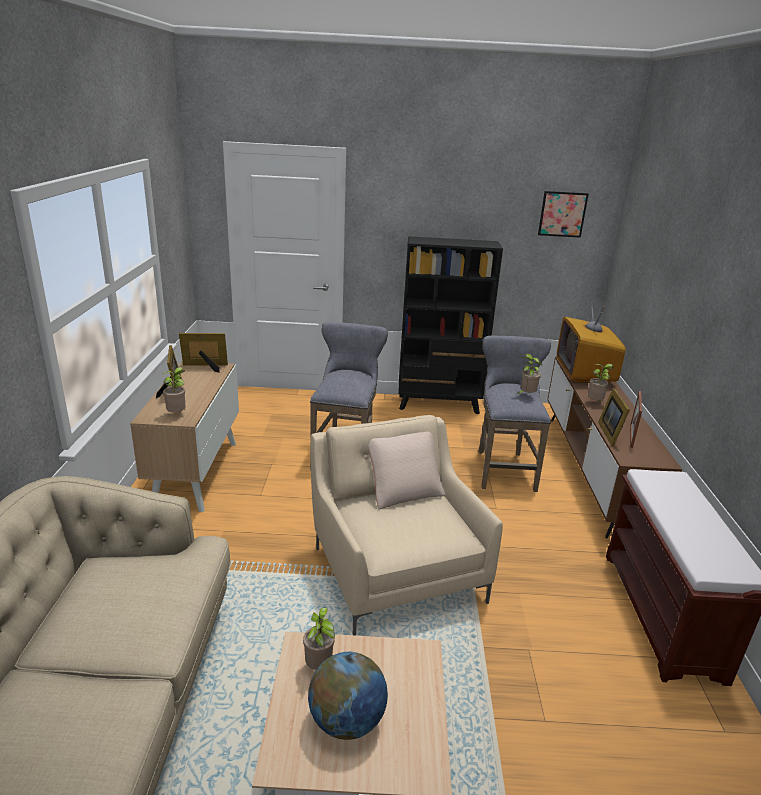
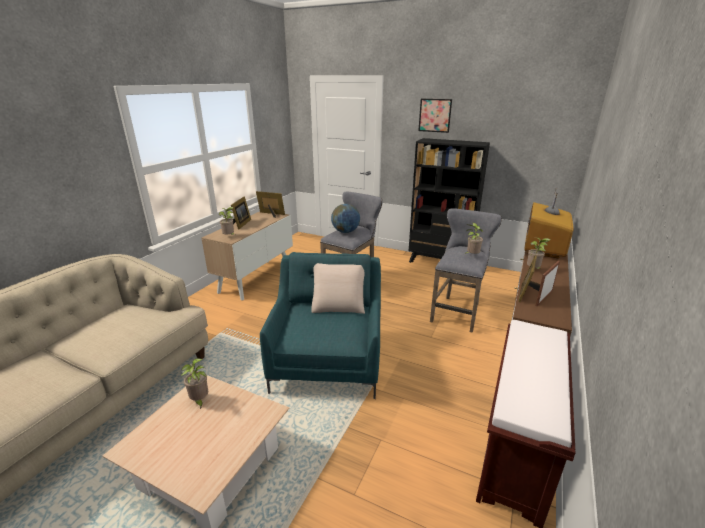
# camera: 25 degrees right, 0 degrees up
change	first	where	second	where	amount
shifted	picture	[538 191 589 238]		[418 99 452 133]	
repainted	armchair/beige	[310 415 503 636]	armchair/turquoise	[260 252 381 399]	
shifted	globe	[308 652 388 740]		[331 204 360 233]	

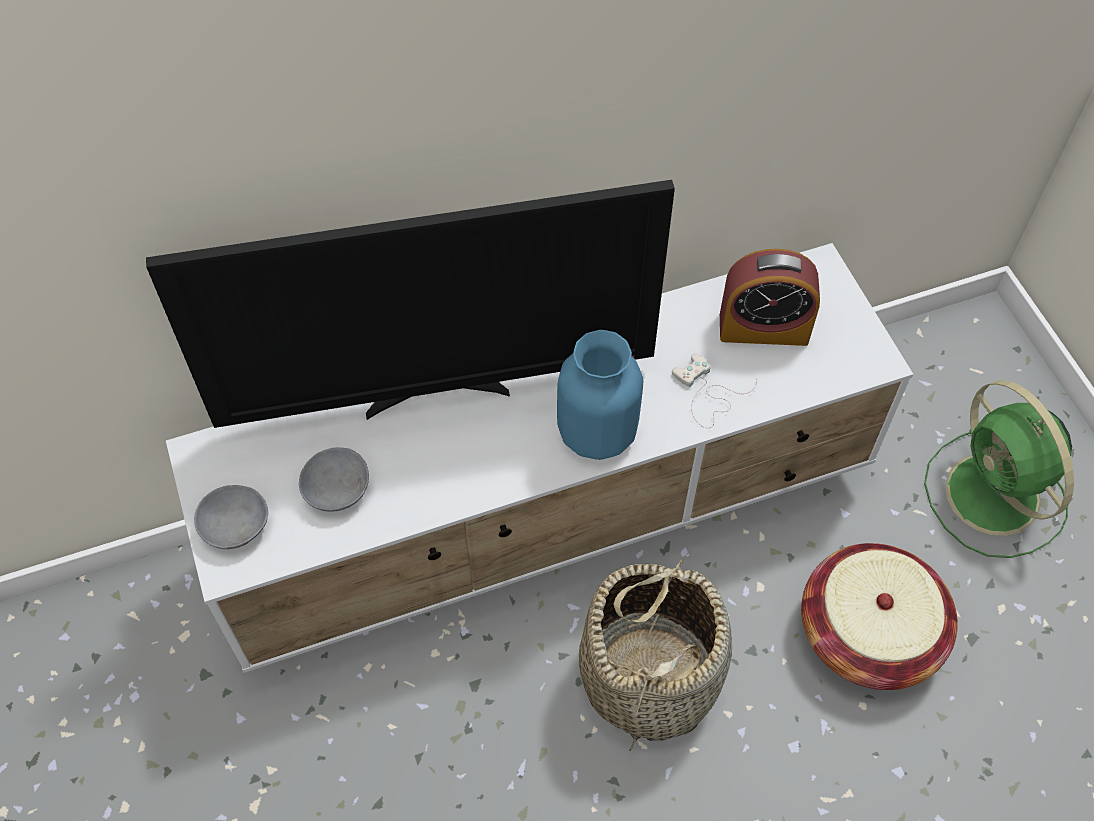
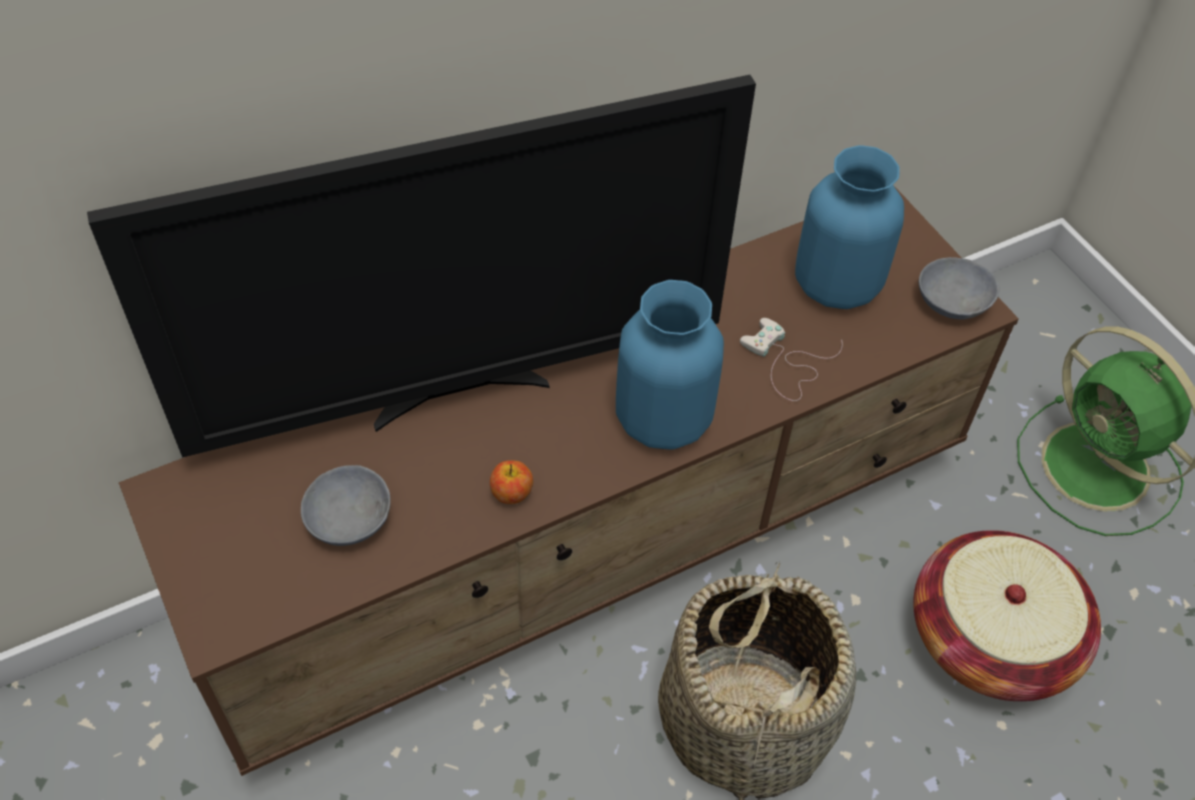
# camera: 10 degrees left, 5 degrees down
change	first	where	second	where	amount
repainted	tv stand/white	[166 243 913 673]	tv stand/brown	[119 186 1019 776]	
swapped	alarm clock	[720 249 820 346]	vase/blue	[795 145 904 309]	
shifted	bowl/grey	[194 485 268 549]		[919 257 999 320]	
new			apple	[490 460 533 504]	

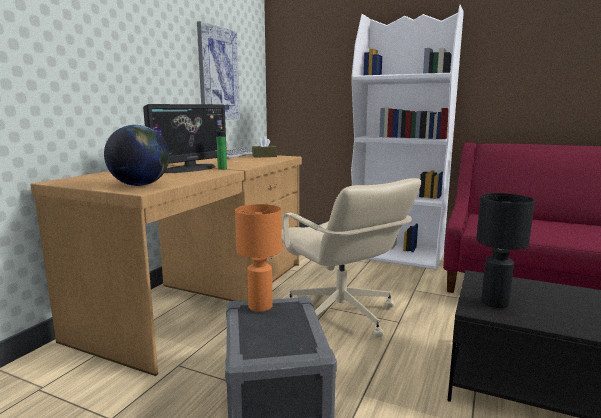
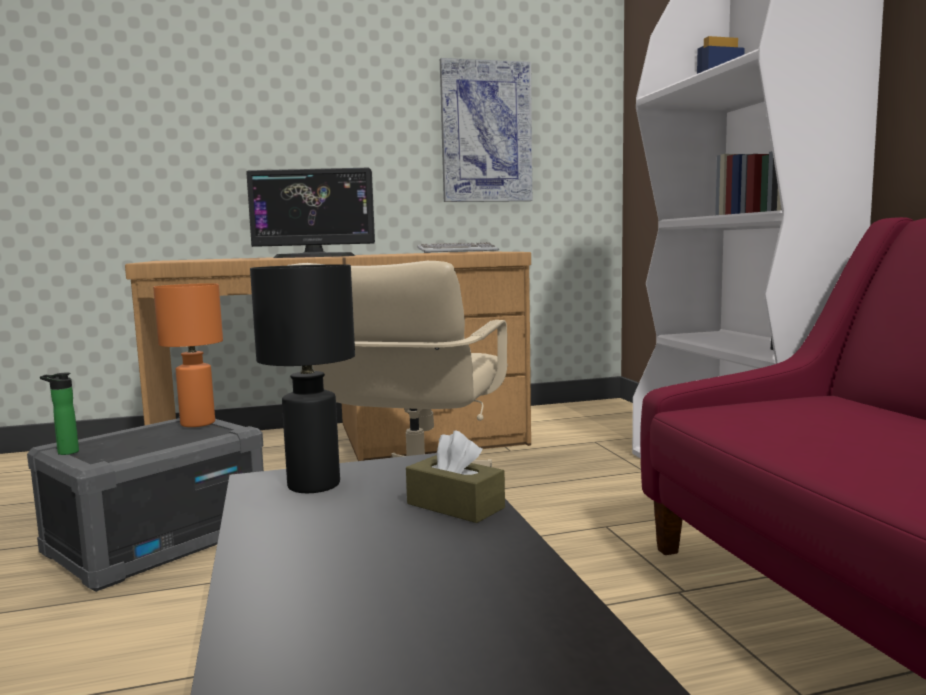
# camera: 50 degrees right, 5 degrees down
change	first	where	second	where	amount
gone	globe	[104 125 169 186]			
shifted	bottle	[213 129 227 170]		[40 372 79 455]	
shifted	tissue box/brown	[252 136 277 158]		[406 430 505 523]	

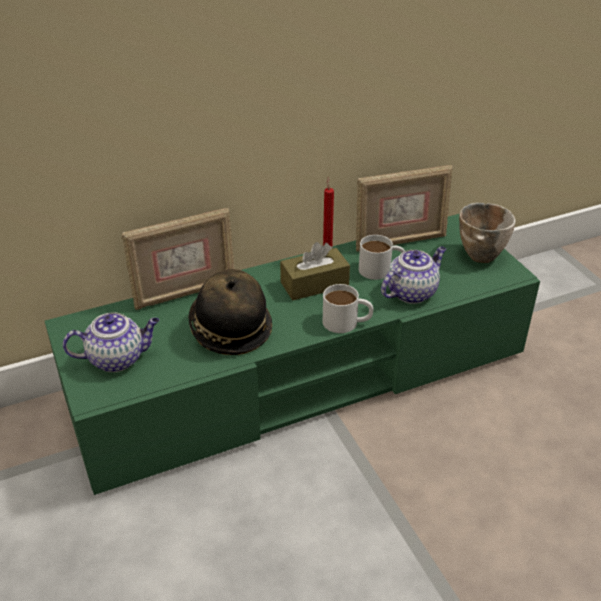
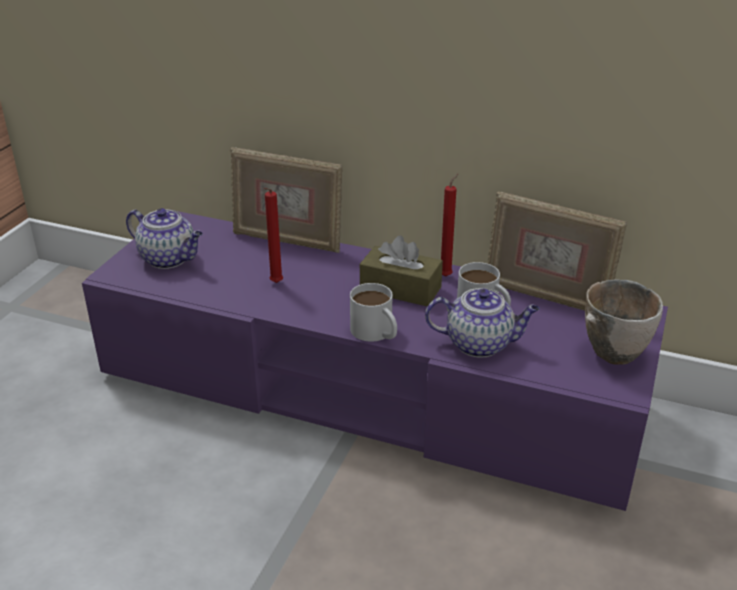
# camera: 45 degrees right, 5 degrees down
change	first	where	second	where	amount
repainted	tv stand/green	[45 214 540 495]	tv stand/purple	[82 211 668 511]	
swapped	hat	[188 269 272 355]	candle/red	[264 188 283 283]	

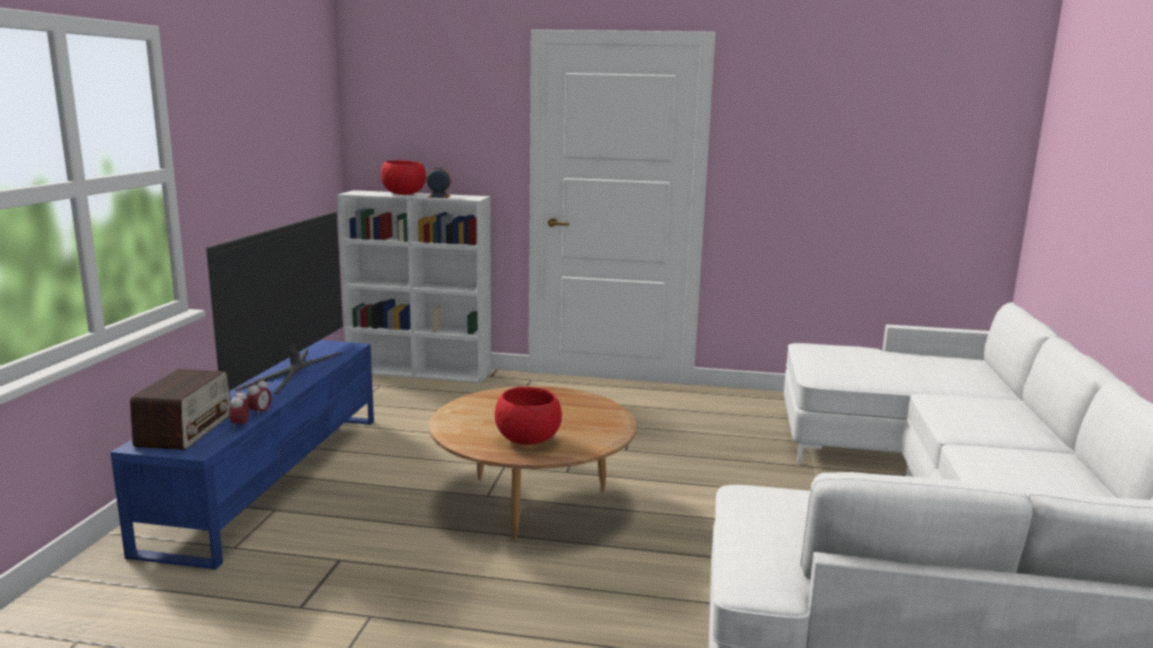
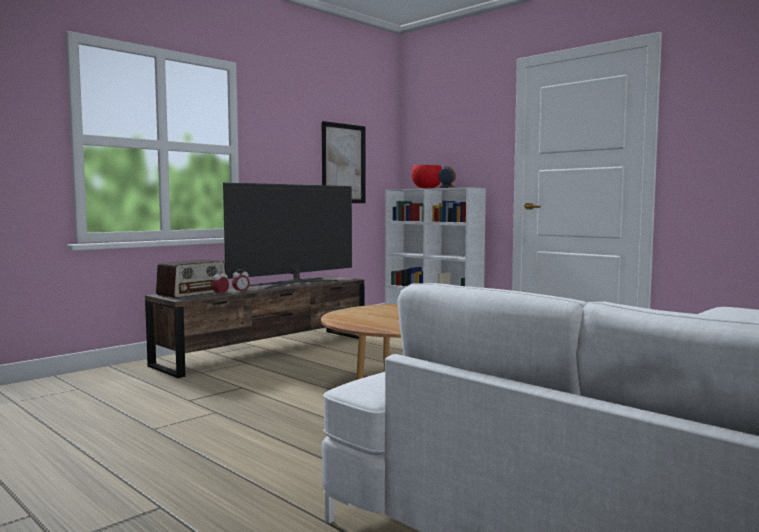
# camera: 35 degrees right, 10 degrees down
change	first	where	second	where	amount
repainted	tv stand/blue	[110 340 374 570]	tv stand/brown	[145 276 364 378]	
gone	bowl/red	[495 387 562 445]			
new			picture	[322 121 366 203]	

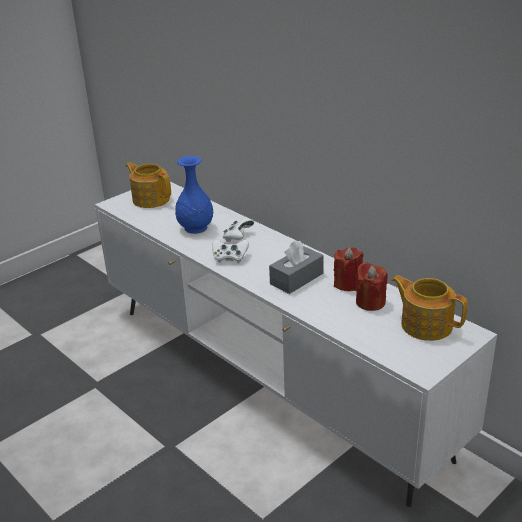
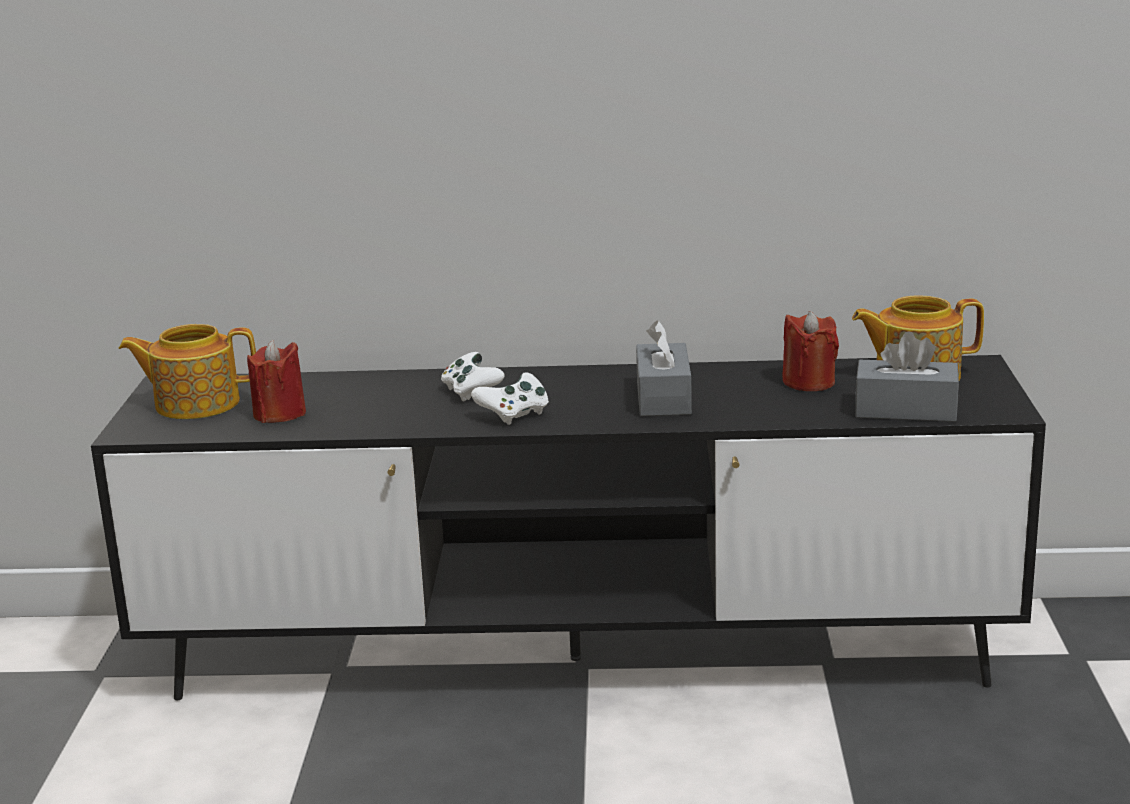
# camera: 45 degrees left, 10 degrees down
change	first	where	second	where	amount
gone	vase/blue	[175 156 213 234]			
repainted	tv stand/white	[95 182 497 507]	tv stand/black	[91 355 1046 700]	
shifted	candle/red	[334 247 364 291]		[247 340 306 423]	
new			tissue box/grey	[855 331 959 422]	

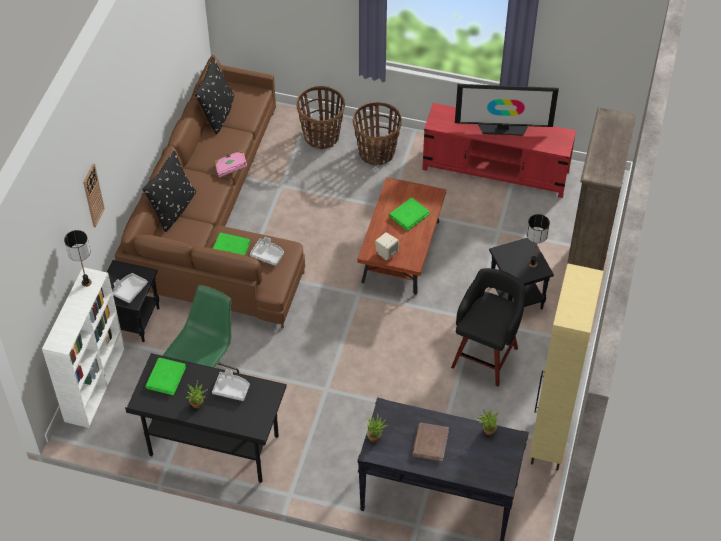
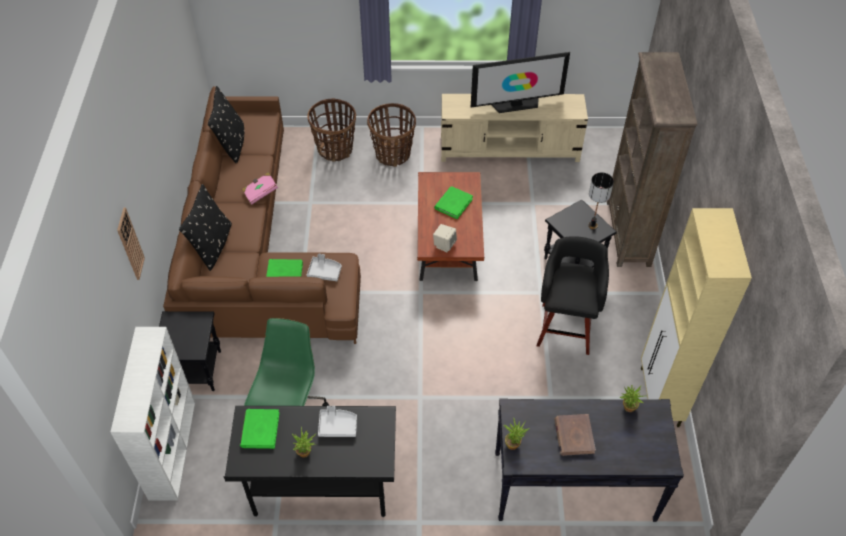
# camera: 15 degrees left, 0 degrees up
change	first	where	second	where	amount
repainted	tv stand/red	[422 103 576 198]	tv stand/beige	[441 94 588 162]	
gone	table lamp	[64 230 92 287]			
gone	tray/grey	[112 273 148 303]			

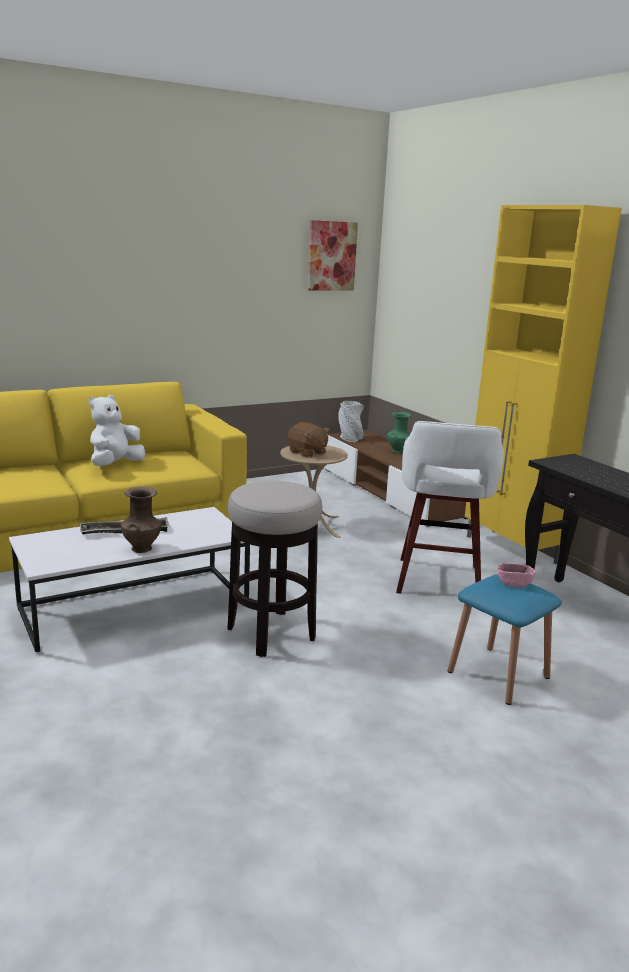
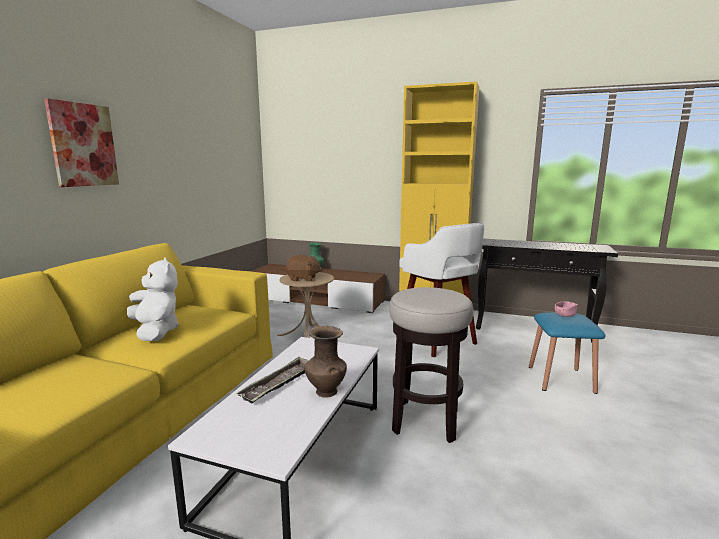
# camera: 40 degrees left, 5 degrees down
change	first	where	second	where	amount
shifted	picture	[308 220 358 290]		[44 98 119 187]	
rotated	plush toy/white	[88 395 145 466]		[127 257 179 341]	150 degrees clockwise
gone	vase/grey	[338 401 364 442]			

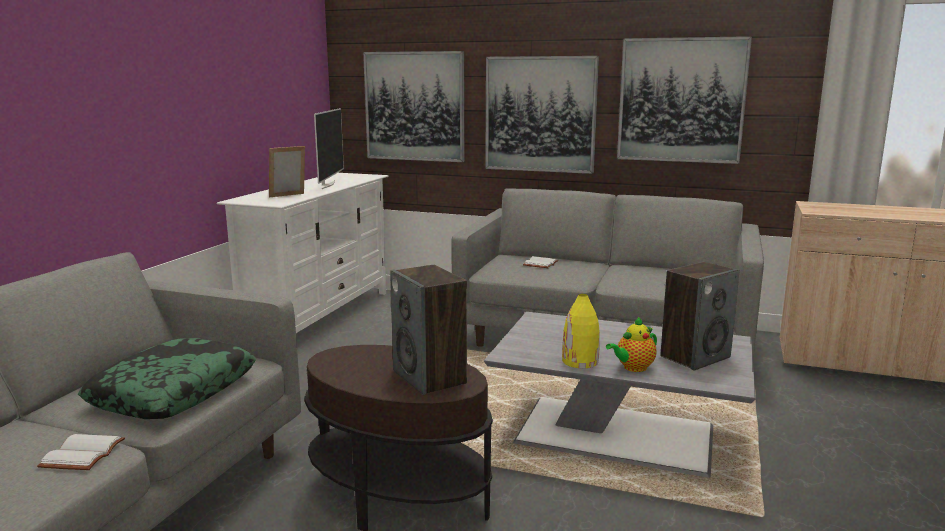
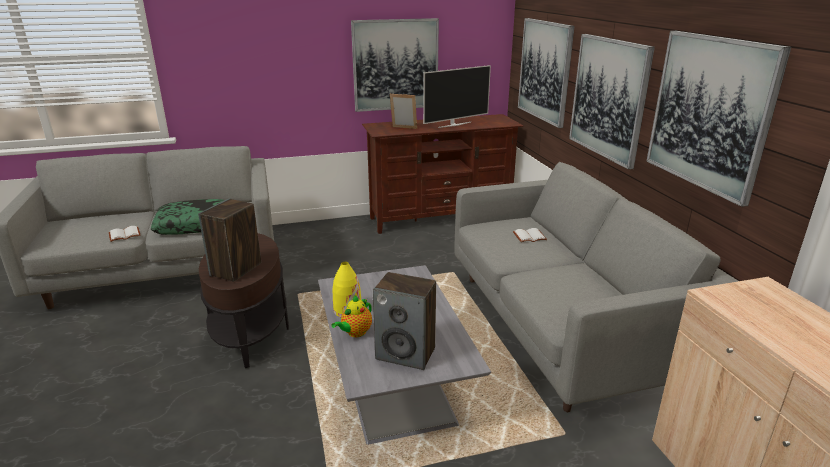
# camera: 55 degrees right, 10 degrees up
change	first	where	second	where	amount
repainted	tv stand/white	[216 173 389 333]	tv stand/brown	[362 114 523 234]	
rotated	teapot	[606 317 657 372]		[332 295 372 337]	75 degrees counterclockwise
new			picture	[351 18 439 112]	

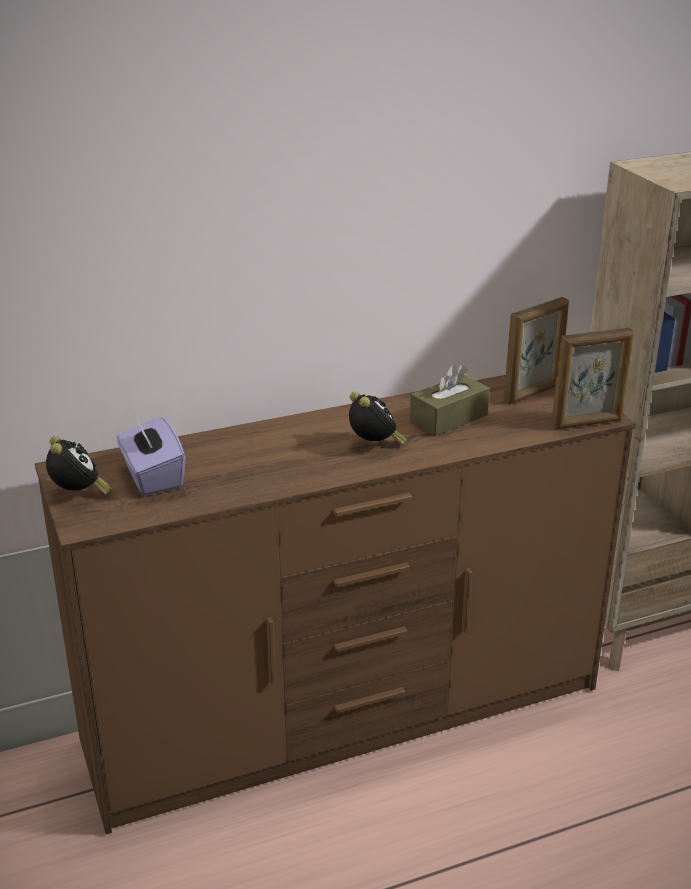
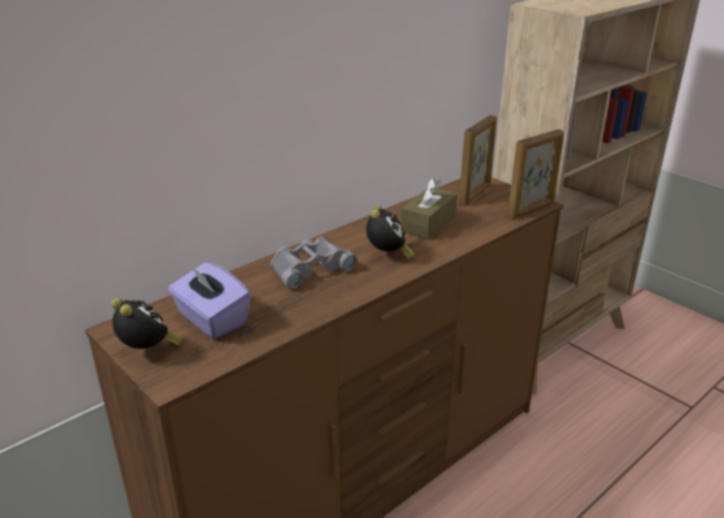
# camera: 20 degrees left, 0 degrees up
change	first	where	second	where	amount
rotated	alarm clock	[349 391 408 445]		[366 205 414 260]	45 degrees clockwise
new			binoculars/grey	[270 237 358 289]	

